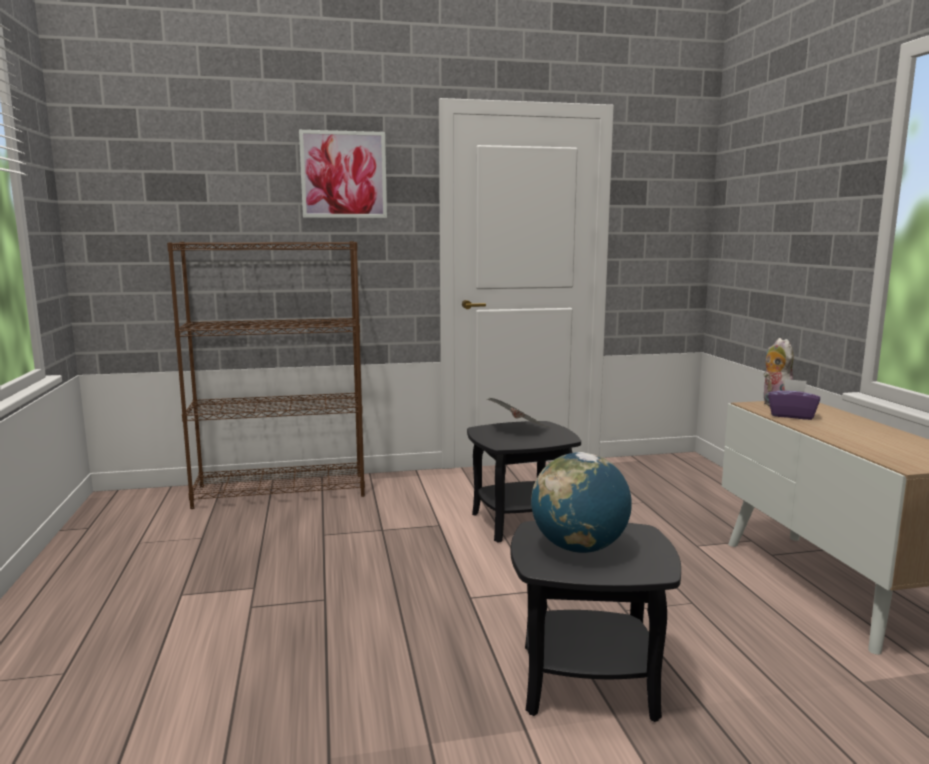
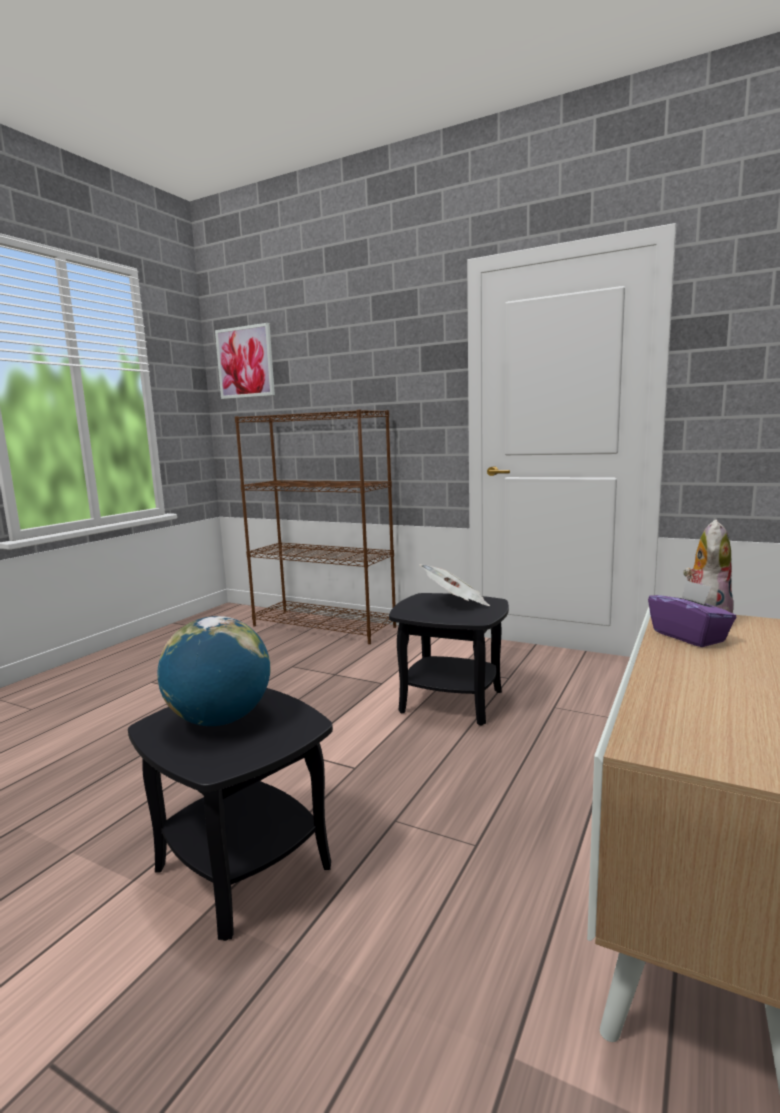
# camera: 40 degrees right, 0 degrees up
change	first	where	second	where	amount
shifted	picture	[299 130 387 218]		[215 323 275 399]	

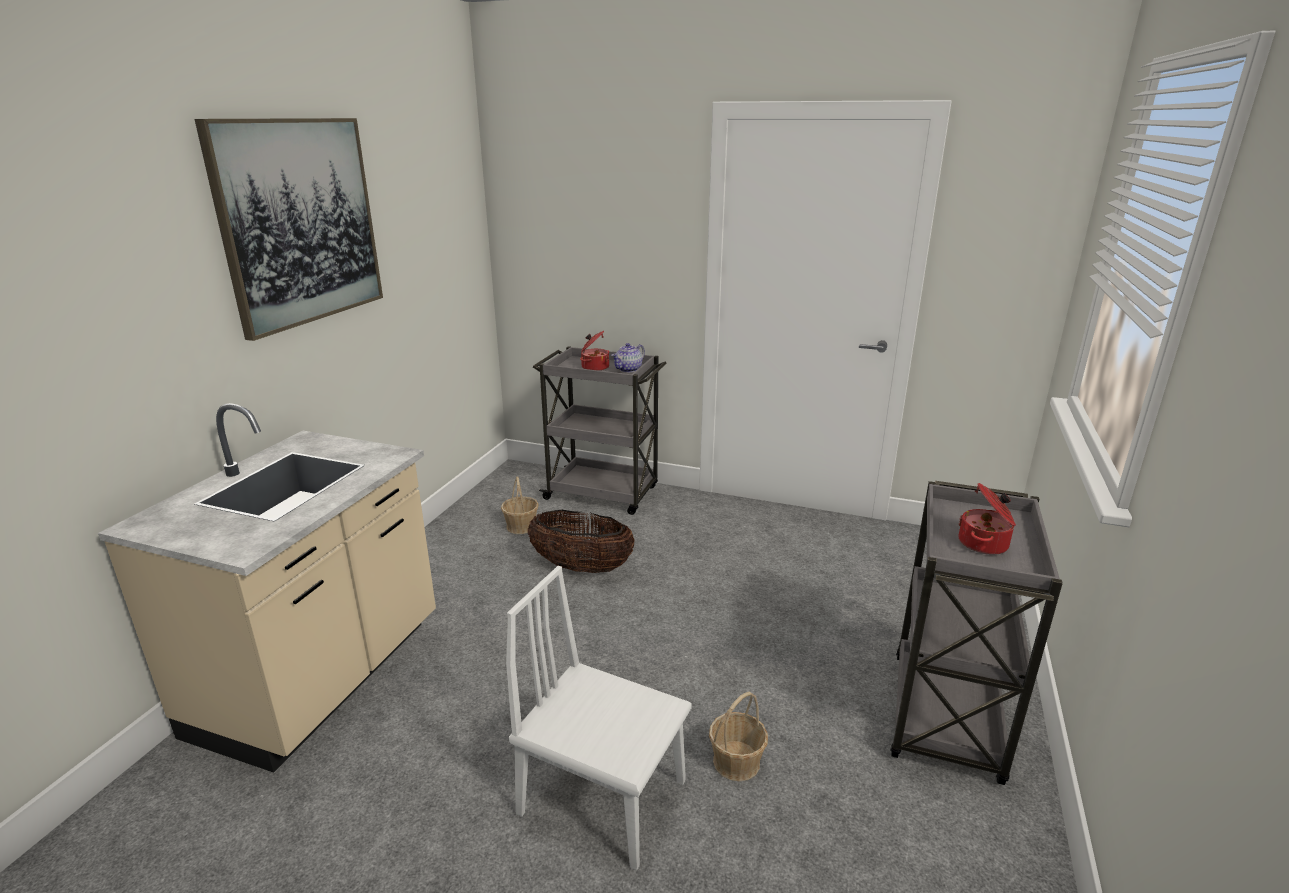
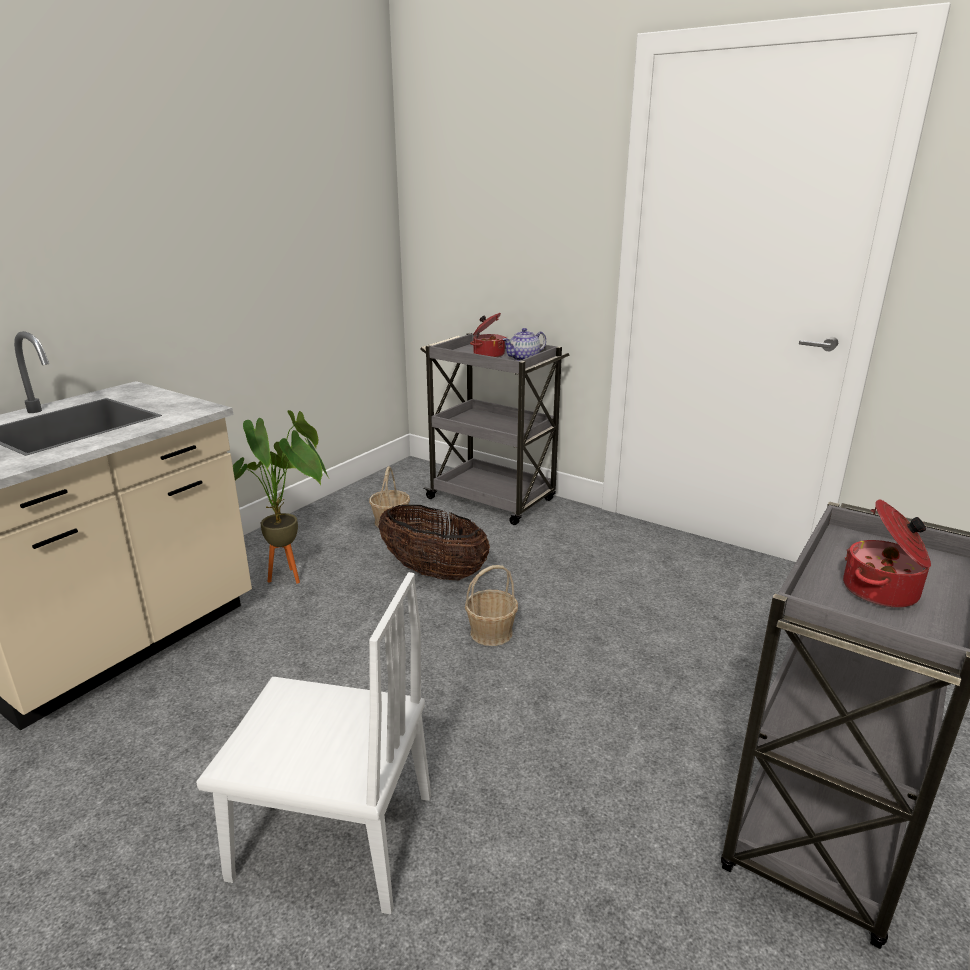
# camera: 15 degrees right, 0 degrees up
change	first	where	second	where	amount
gone	picture	[195 118 383 341]			
rotated	chair/white	[506 566 692 871]		[196 572 431 914]	150 degrees clockwise
shifted	basket	[709 692 768 782]		[465 565 518 646]	
new			potted plant	[233 410 329 583]	

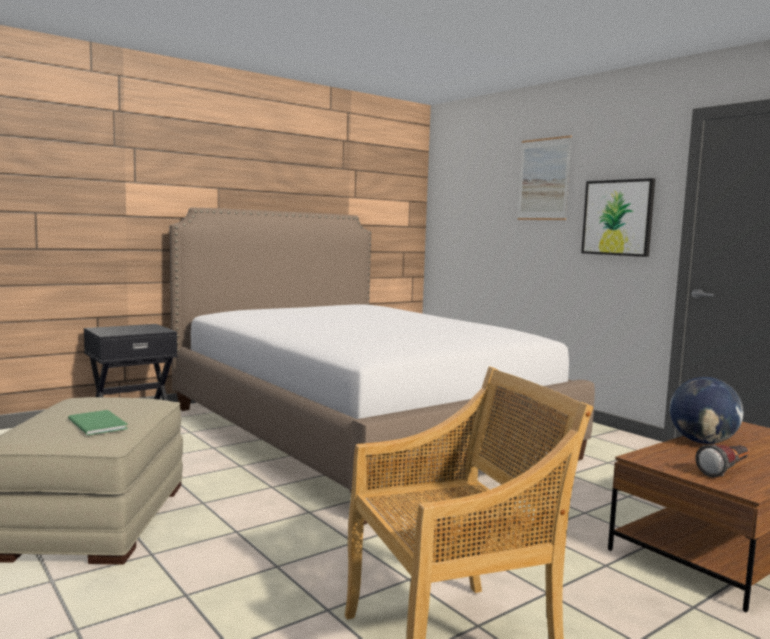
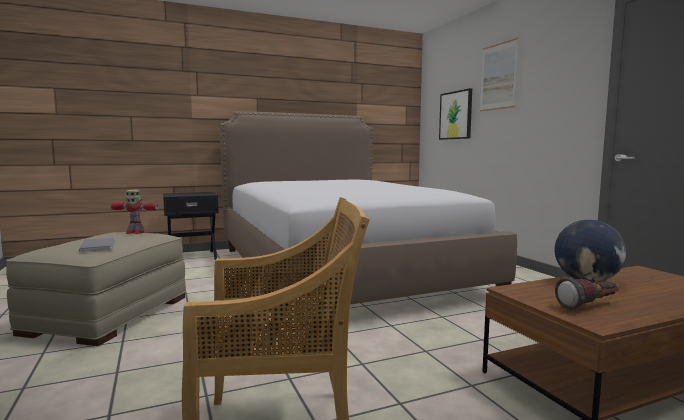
# camera: 15 degrees right, 0 degrees up
change	first	where	second	where	amount
shifted	picture	[581 178 655 257]		[439 88 472 140]	
repainted	book/green	[68 410 128 435]	book/grey	[79 238 115 252]	
new			toy robot	[111 190 158 234]	

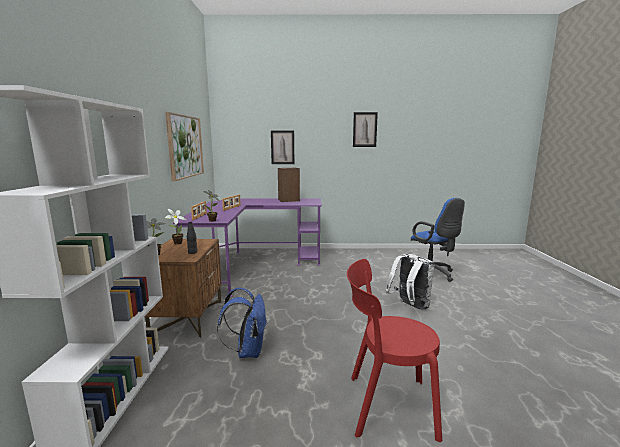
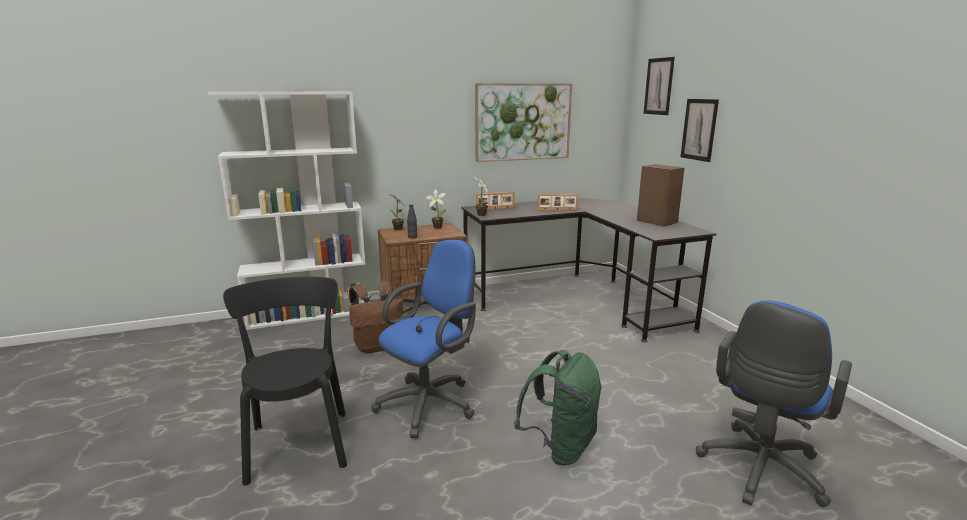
# camera: 70 degrees right, 5 degrees up
change	first	where	second	where	amount
shifted	picture	[353 112 378 147]		[643 57 675 115]	
repainted	desk/purple	[173 198 322 297]	desk/black	[461 198 716 342]	
repainted	backpack/white	[385 254 435 310]	backpack/green	[514 350 602 466]	
repainted	chair/red	[347 259 442 442]	chair/black	[223 277 347 486]	
repainted	backpack/blue	[217 288 267 358]	backpack/brown	[349 280 403 354]	
new			office chair/blue	[371 240 476 438]	

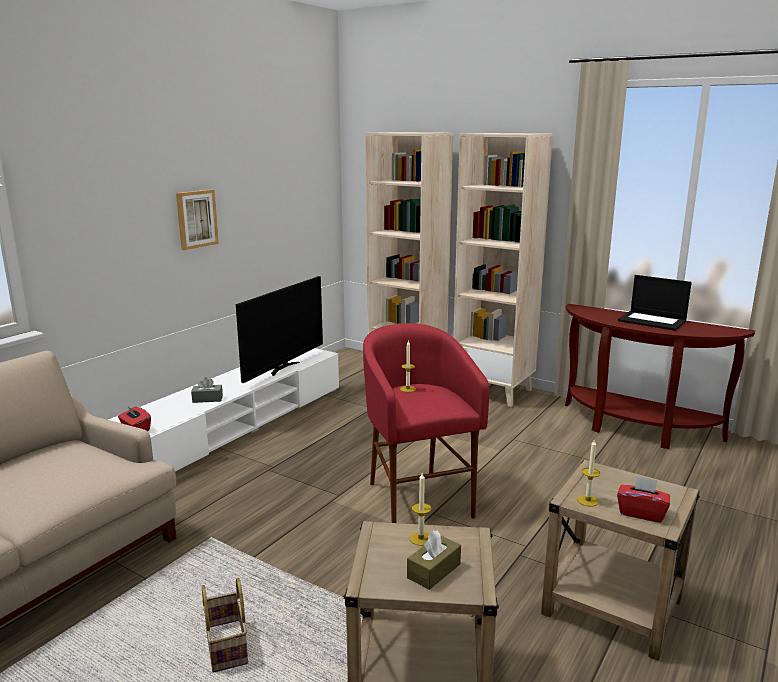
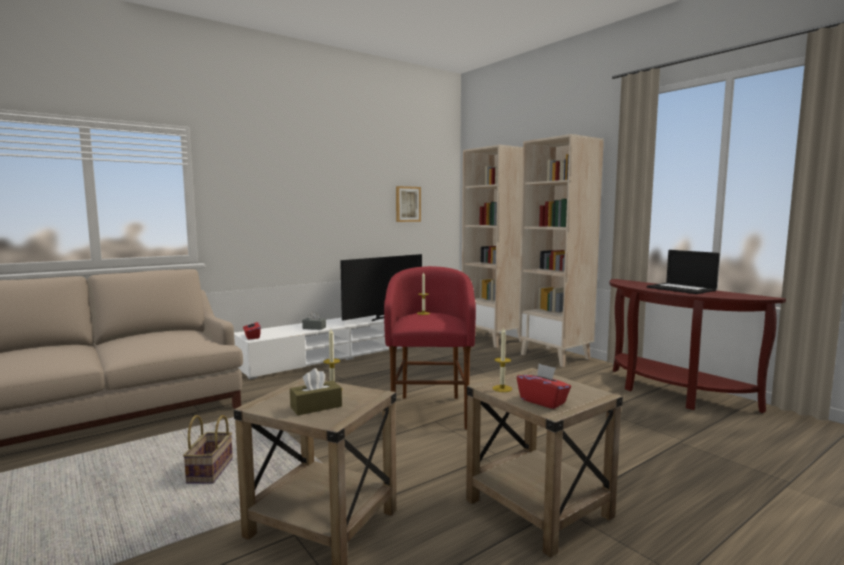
# camera: 20 degrees right, 10 degrees down
change	first	where	second	where	amount
shifted	picture	[176 189 219 250]		[396 186 421 222]	

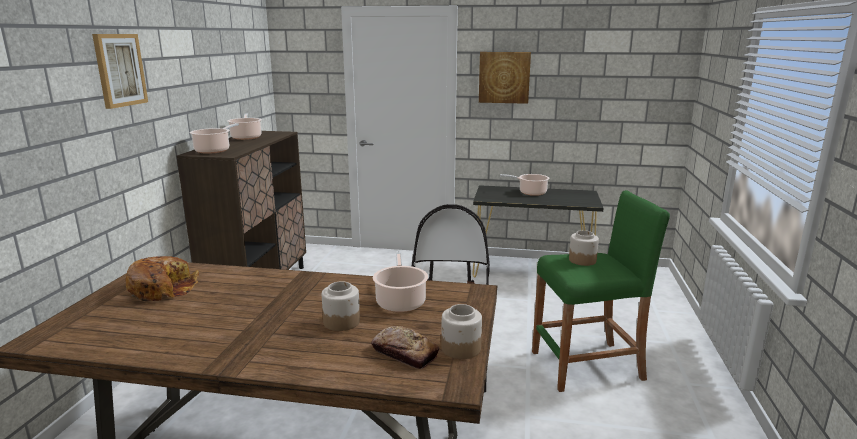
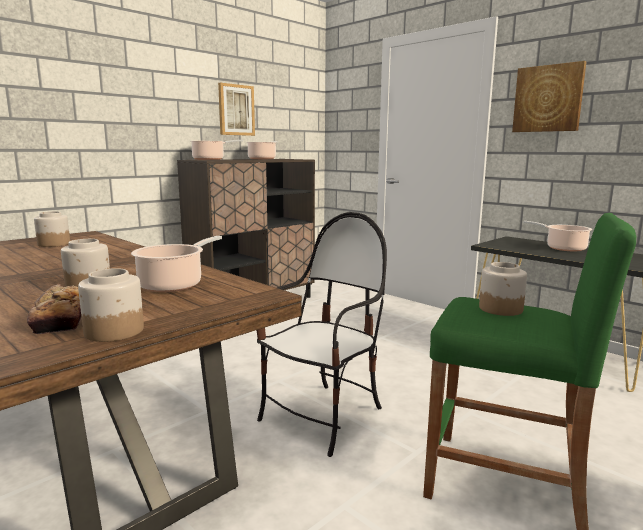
# camera: 35 degrees right, 5 degrees down
change	first	where	second	where	amount
shifted	picture	[92 34 148 109]		[218 83 255 136]	
swapped	bread	[125 256 199 301]	jar	[34 211 70 247]	

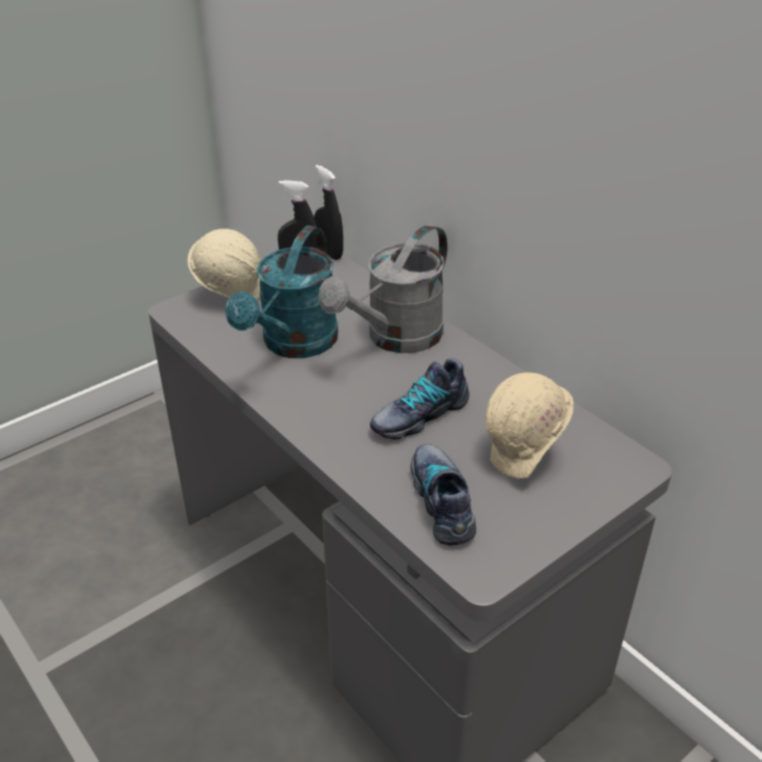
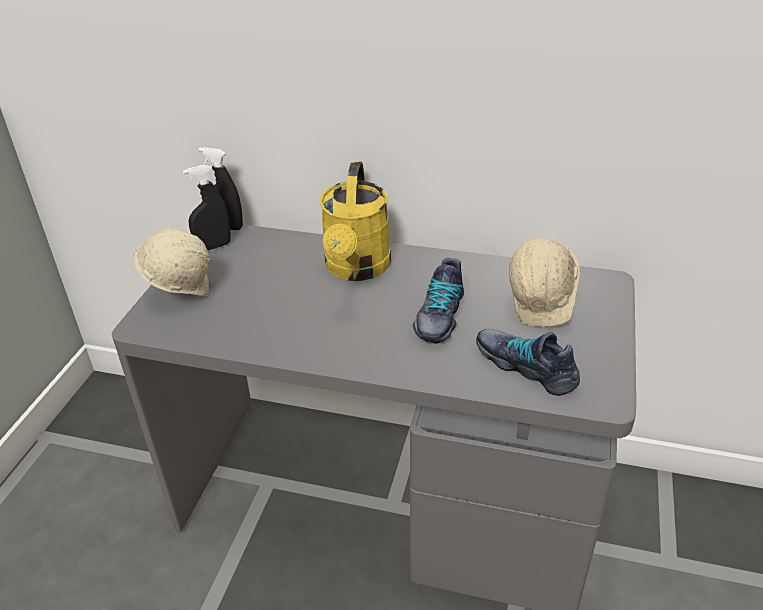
# camera: 35 degrees left, 0 degrees up
change	first	where	second	where	amount
repainted	watering can/grey	[319 224 448 353]	watering can/yellow	[320 161 391 281]	
gone	watering can/turquoise	[225 226 338 358]			

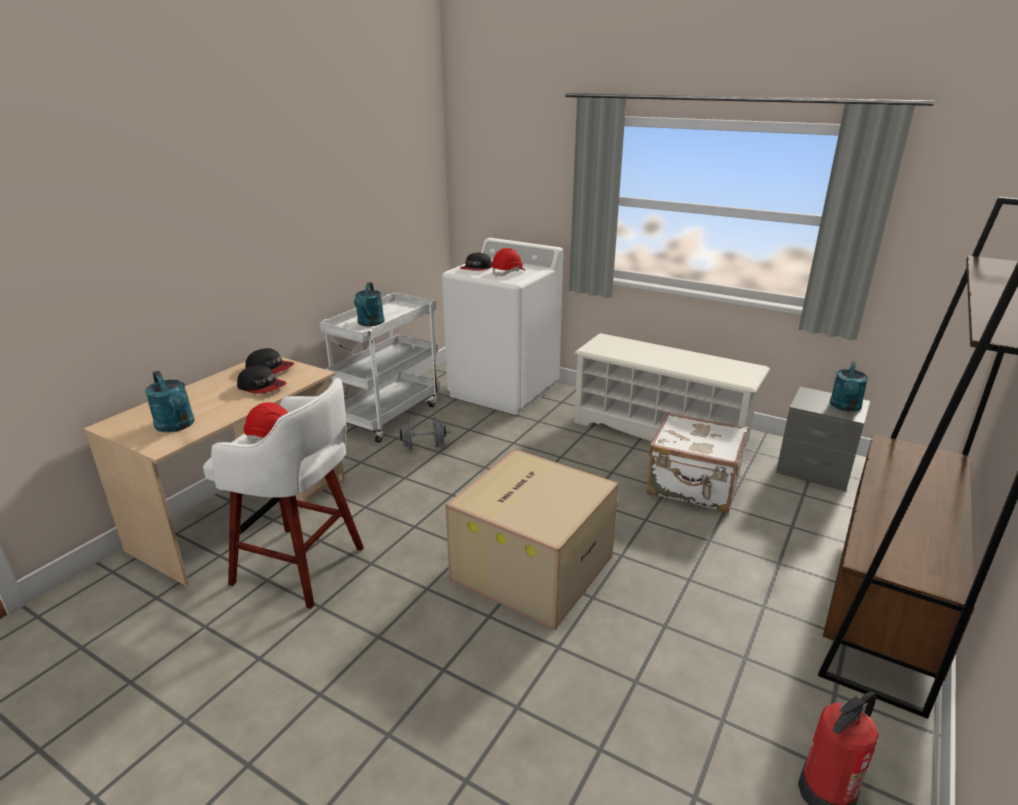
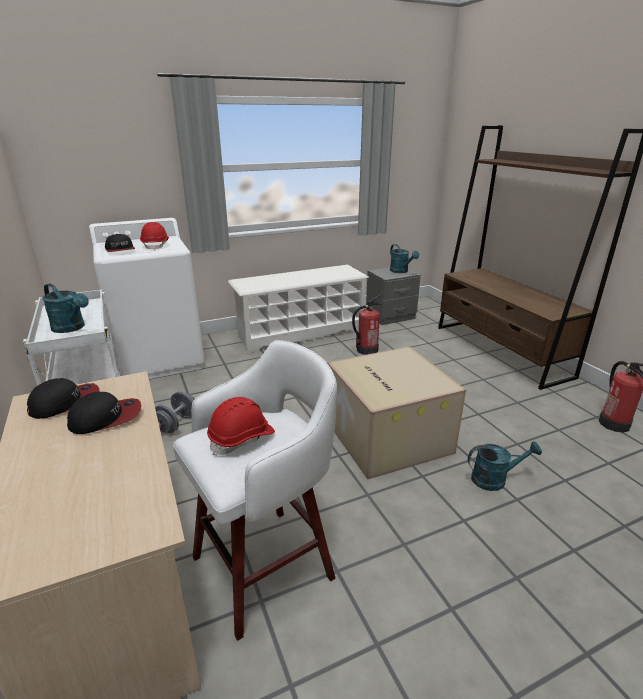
# camera: 55 degrees left, 0 degrees up
change	first	where	second	where	amount
shifted	watering can/turquoise	[145 371 195 432]		[468 441 542 491]	
swapped	suitcase/white	[647 412 748 513]	fire extinguisher	[352 294 382 355]	

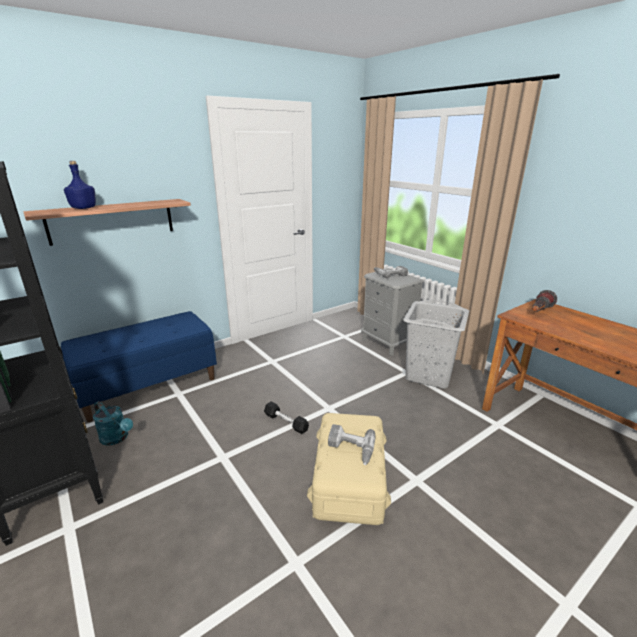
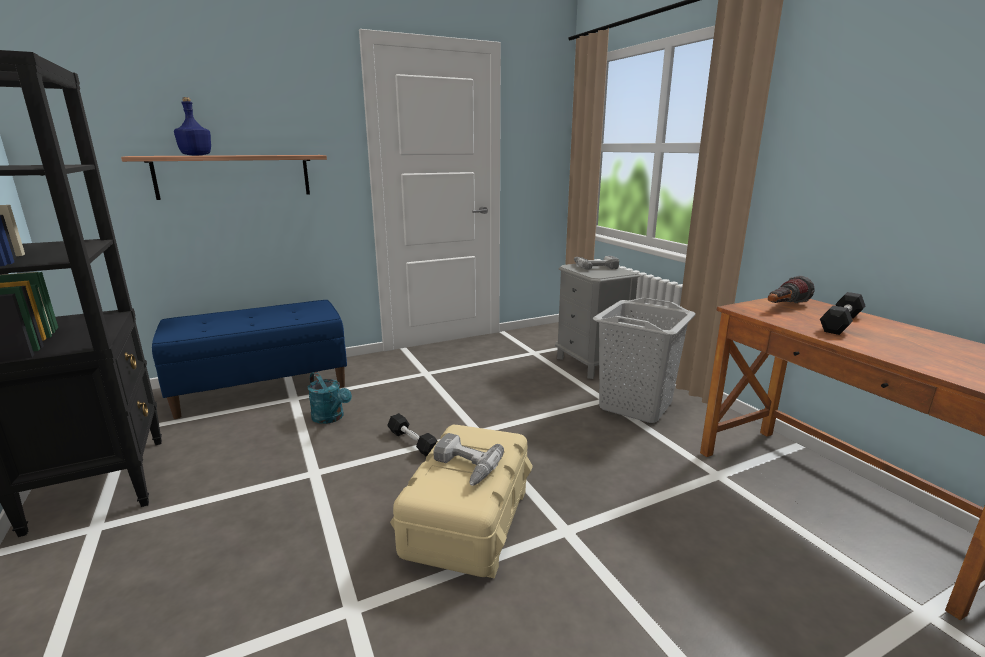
# camera: 10 degrees right, 5 degrees down
change	first	where	second	where	amount
shifted	watering can/turquoise	[93 401 133 446]		[308 372 352 424]	
new			dumbbell/black	[820 292 865 335]	

